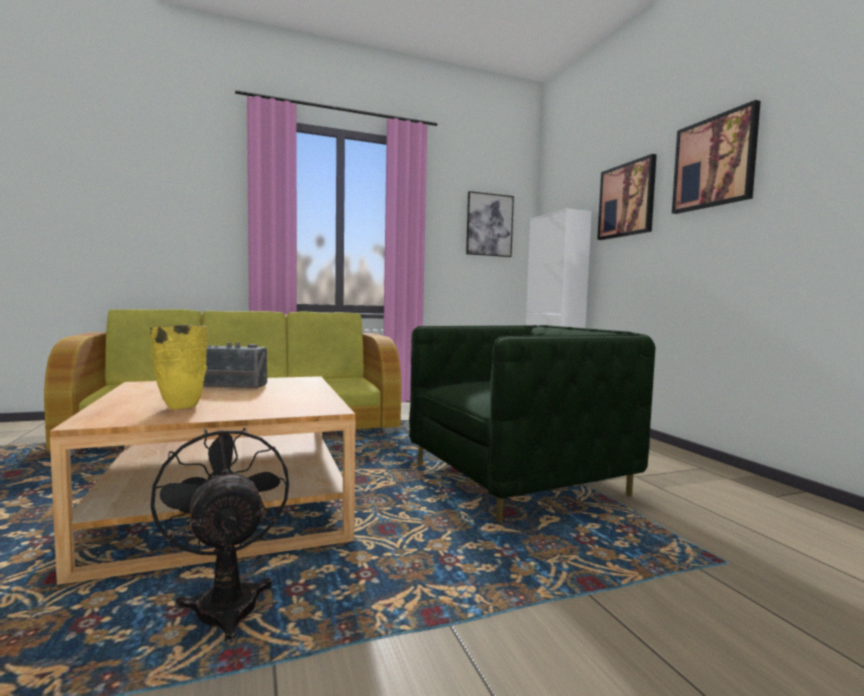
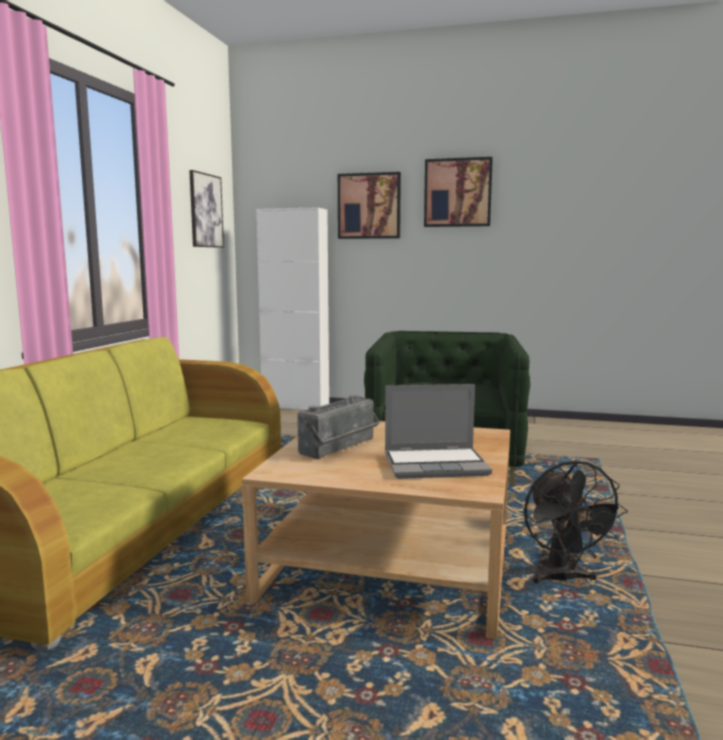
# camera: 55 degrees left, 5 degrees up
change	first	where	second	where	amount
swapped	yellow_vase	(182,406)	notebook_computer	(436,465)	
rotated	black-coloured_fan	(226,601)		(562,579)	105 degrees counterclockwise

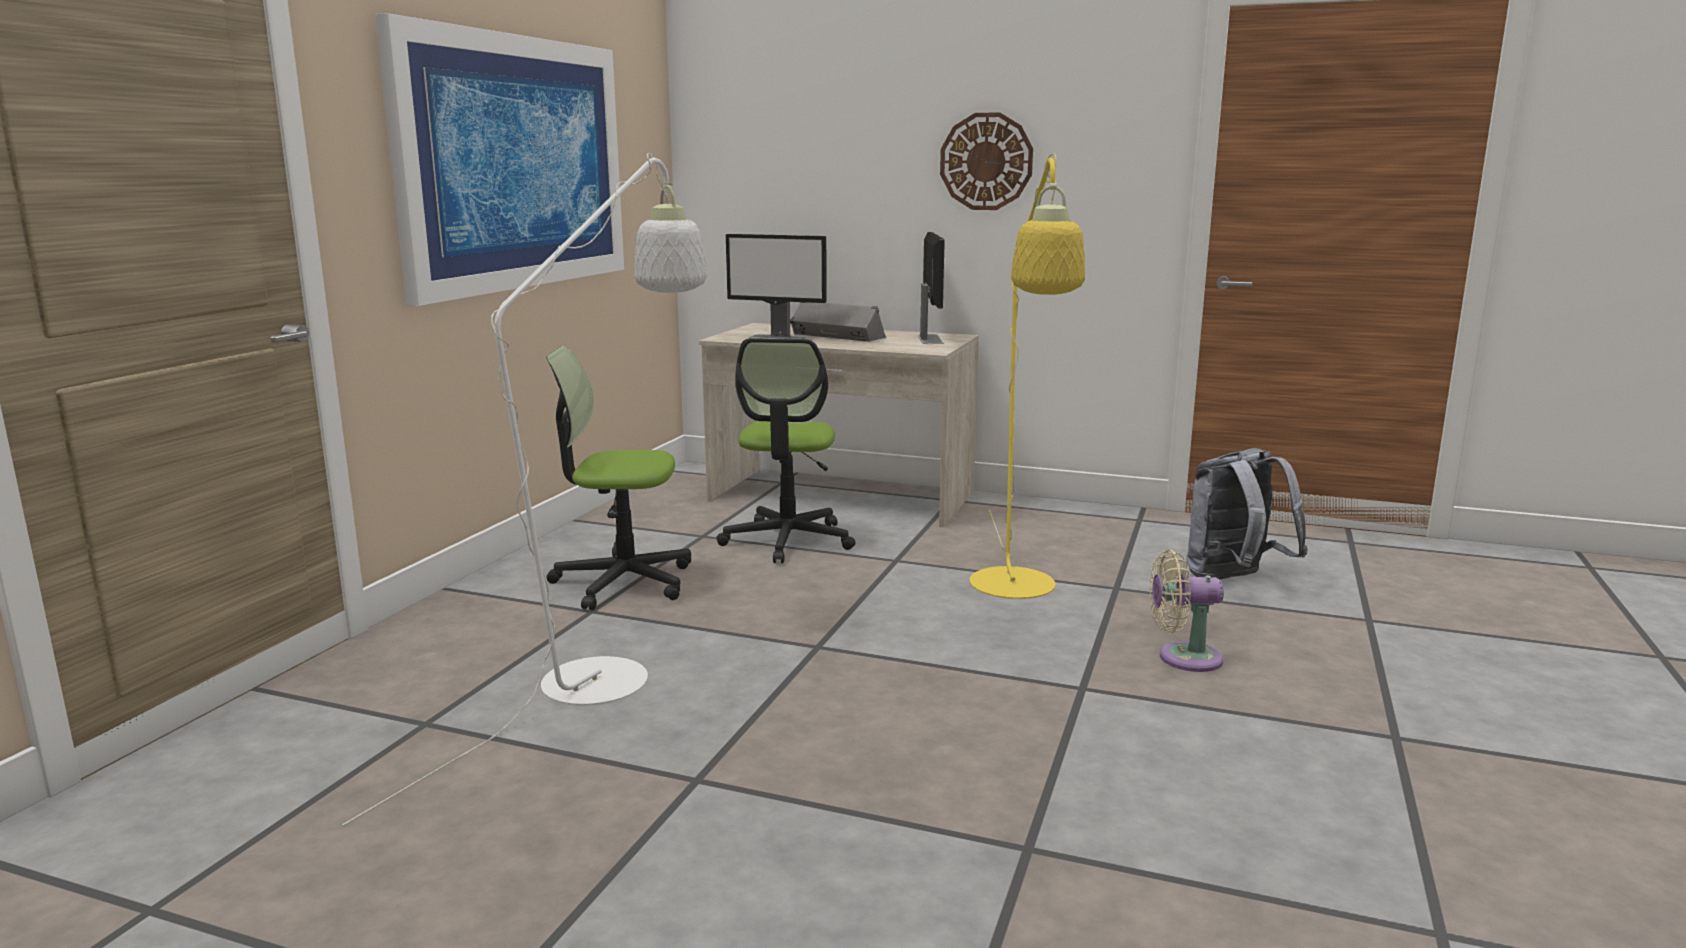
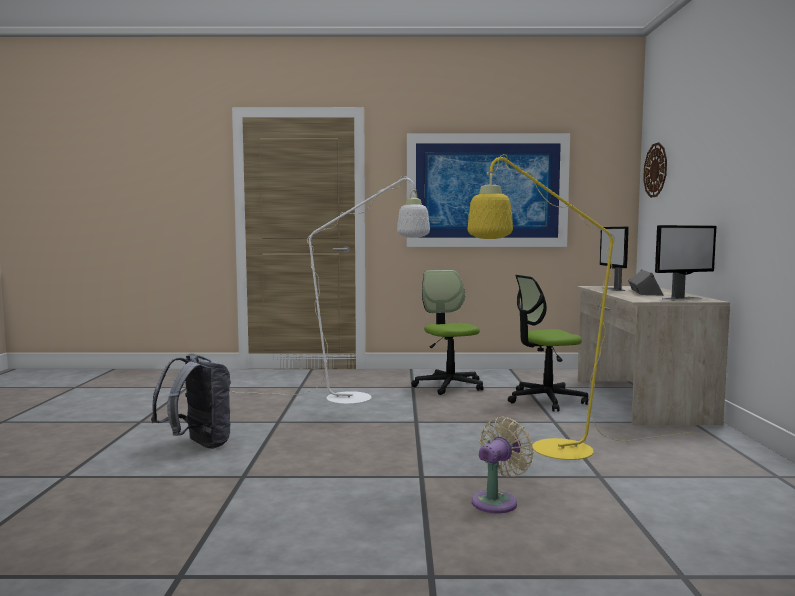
# camera: 70 degrees right, 10 degrees down
change	first	where	second	where	amount
shifted	wall_clock	(986,161)		(656,170)	
rotated	beige_fan	(1183,658)		(497,501)	60 degrees clockwise
shifted	gray_backpack	(1234,580)		(198,445)	

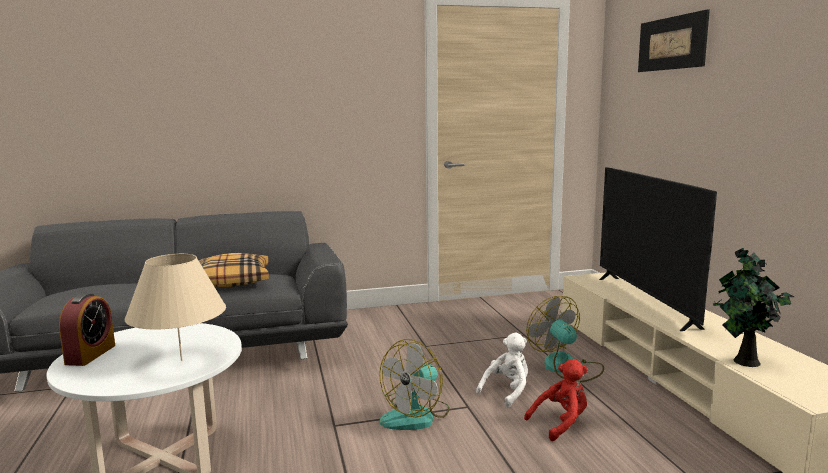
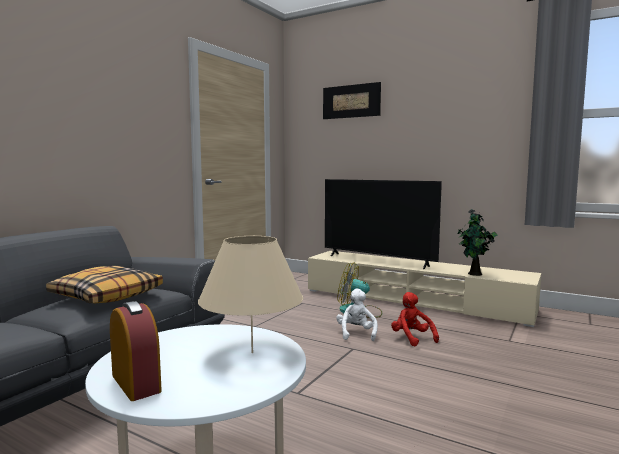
# camera: 45 degrees left, 5 degrees down
change	first	where	second	where	amount
gone	fan	(416,416)			
rotated	red-coloured_soft_toy	(561,423)		(412,338)	45 degrees counterclockwise

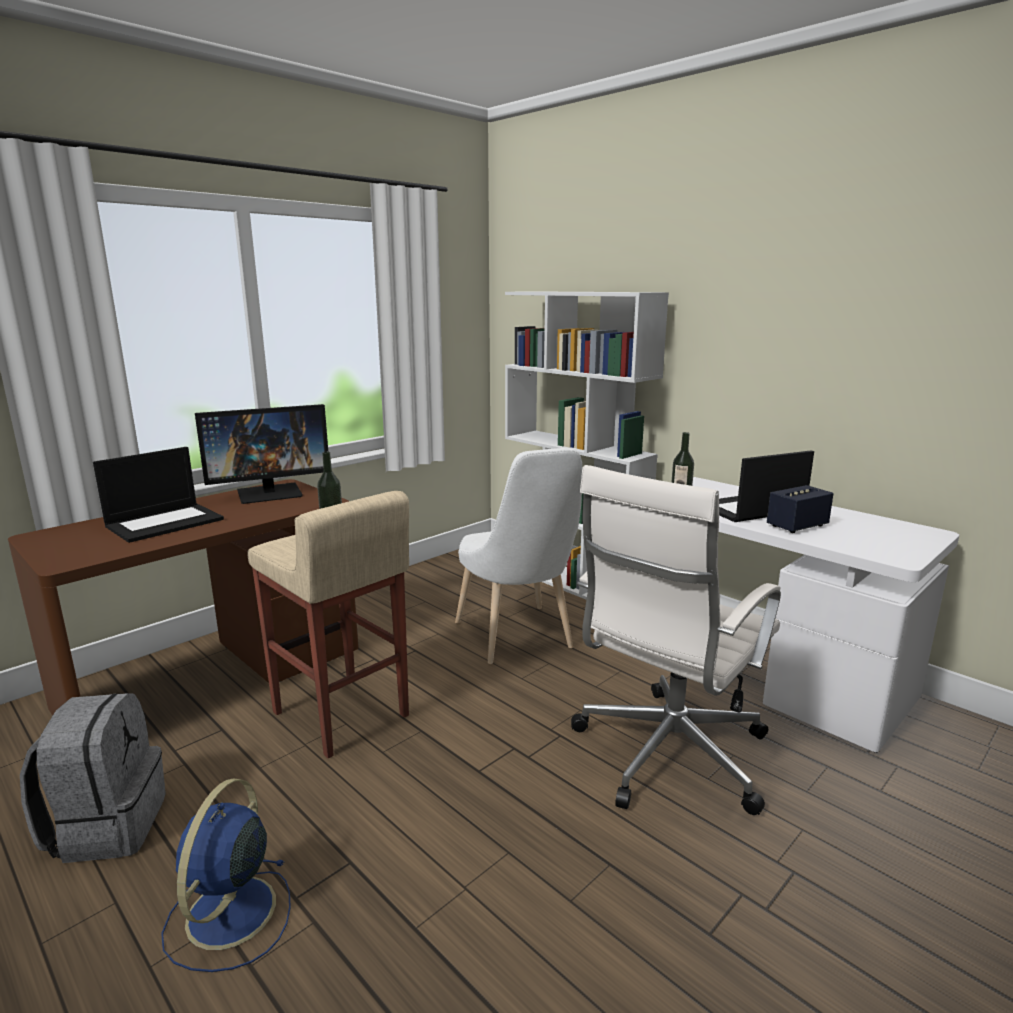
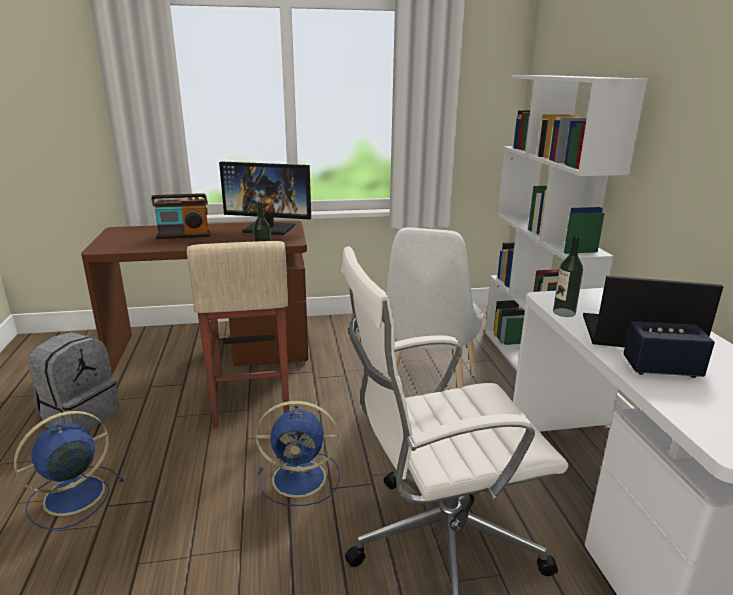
# camera: 35 degrees right, 5 degrees up
change	first	where	second	where	amount
swapped	notebook_computer	(165,522)	radio_set	(184,235)	
new			blue-coloured_fan	(301,478)	

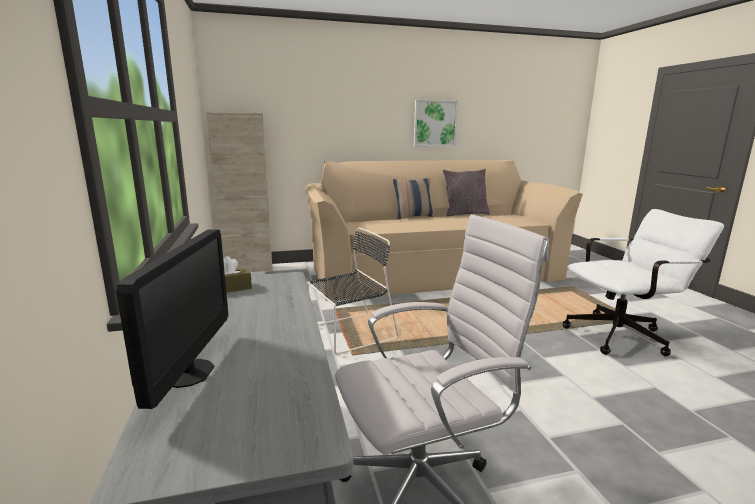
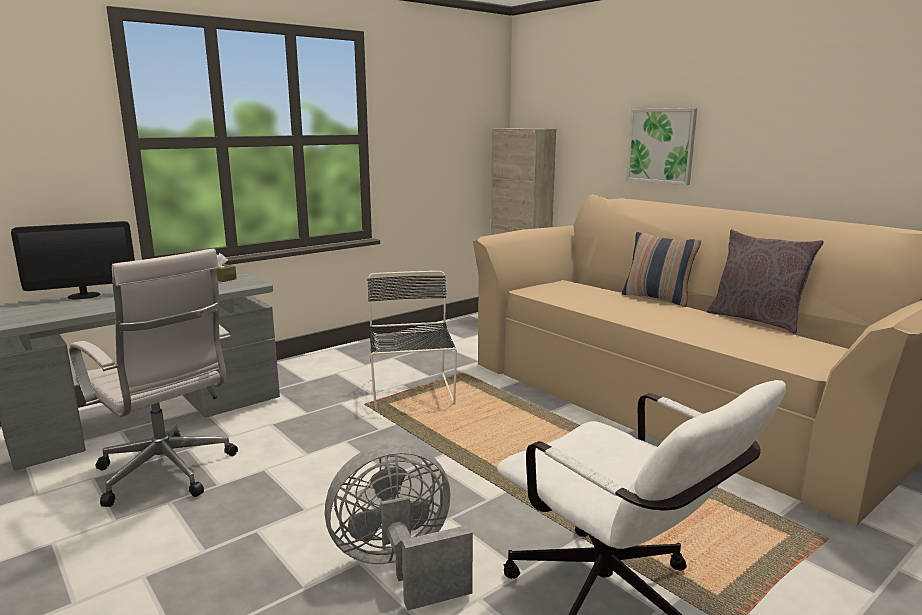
# camera: 65 degrees right, 0 degrees up
change	first	where	second	where	amount
rotated	black-coloured_chair	(349,333)		(411,393)	135 degrees counterclockwise
shifted	wall_art	(435,123)		(661,146)	
new			gray_fan	(399,567)	

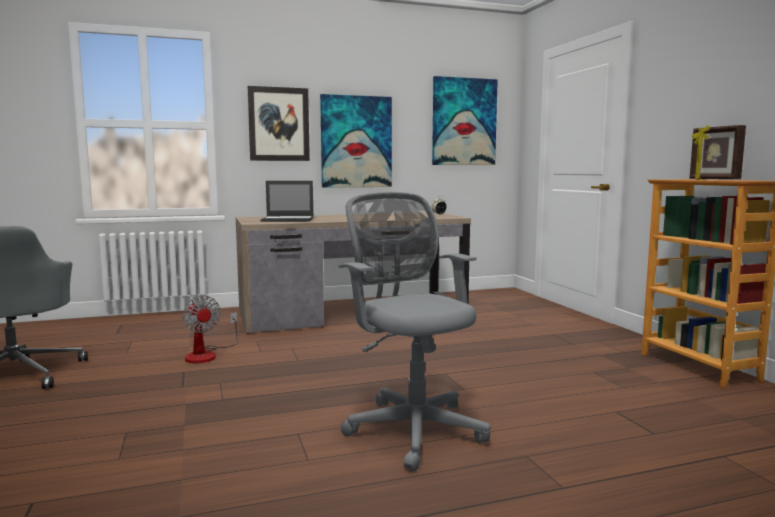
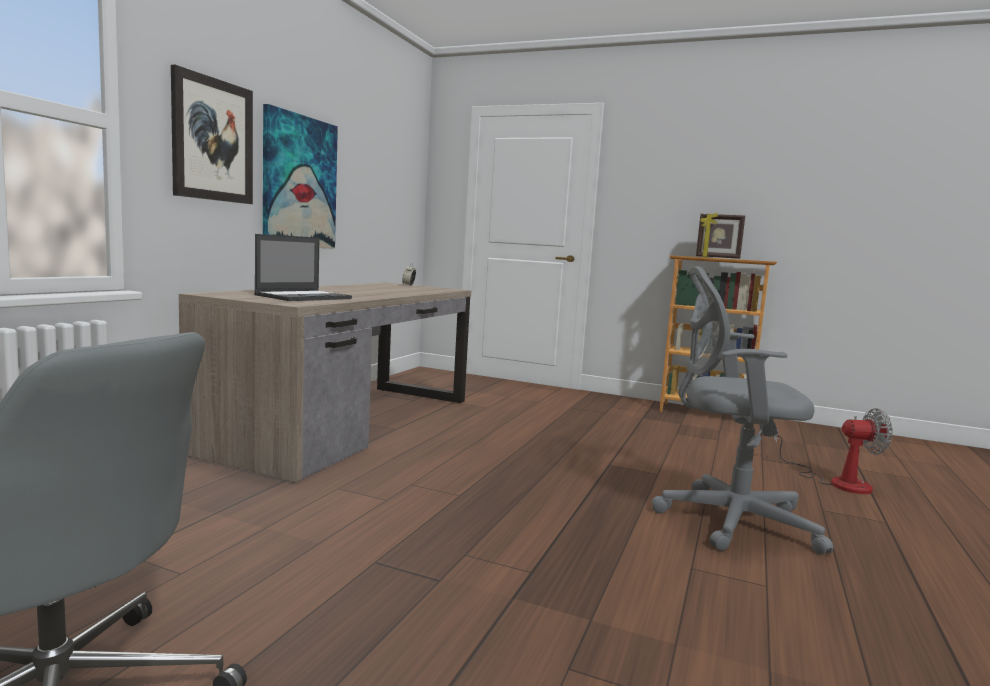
# camera: 50 degrees left, 0 degrees up
change	first	where	second	where	amount
shifted	fan	(207,354)		(837,482)	
gone	wall_art	(464,122)			

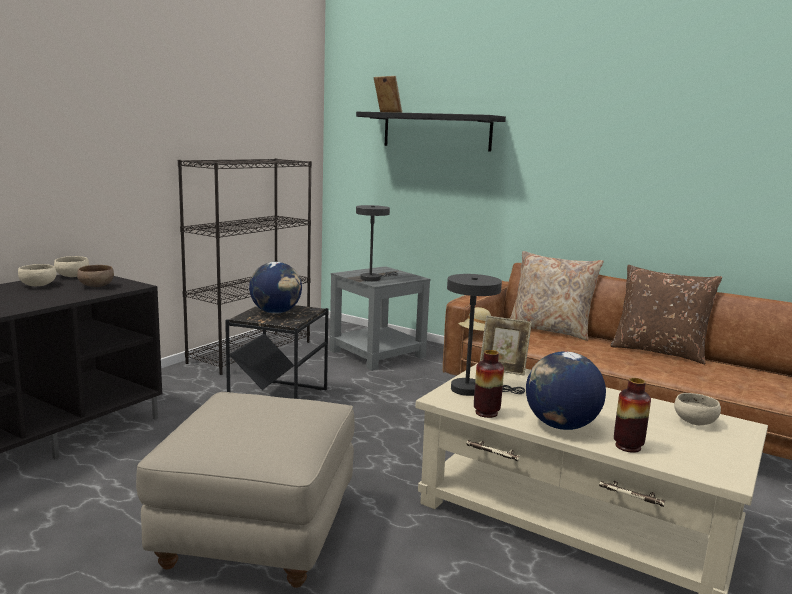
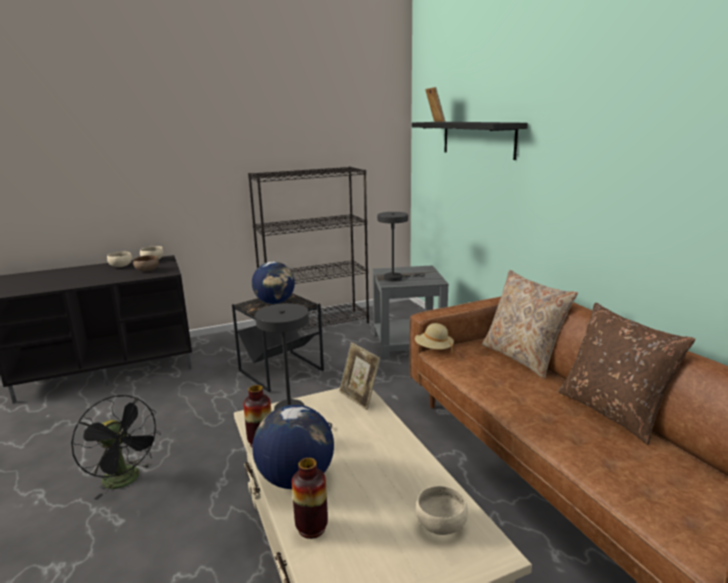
# camera: 35 degrees right, 5 degrees up
change	first	where	second	where	amount
swapped	beige_ottoman	(257,532)	black-coloured_fan	(126,481)	

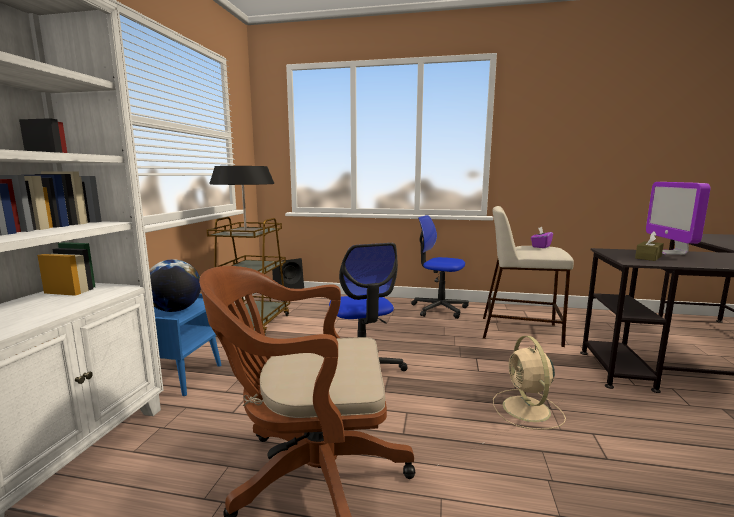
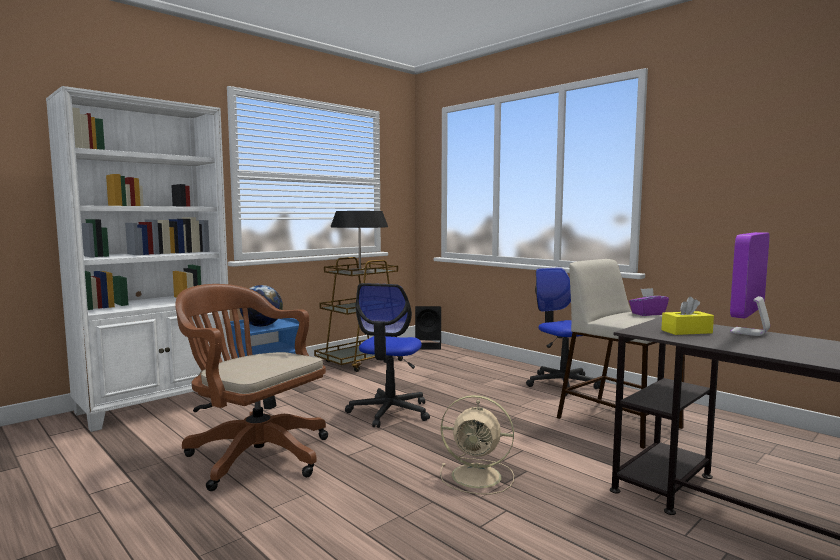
# camera: 35 degrees right, 5 degrees down
change	first	where	second	where	amount
rotated	beige_fan	(527,410)		(478,476)	105 degrees counterclockwise
repainted	brown_box_of_tissues	(648,257)	yellow_box_of_tissues	(686,331)	

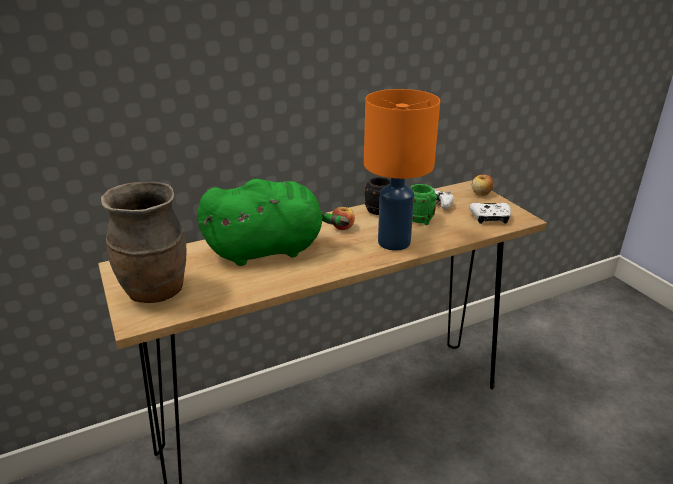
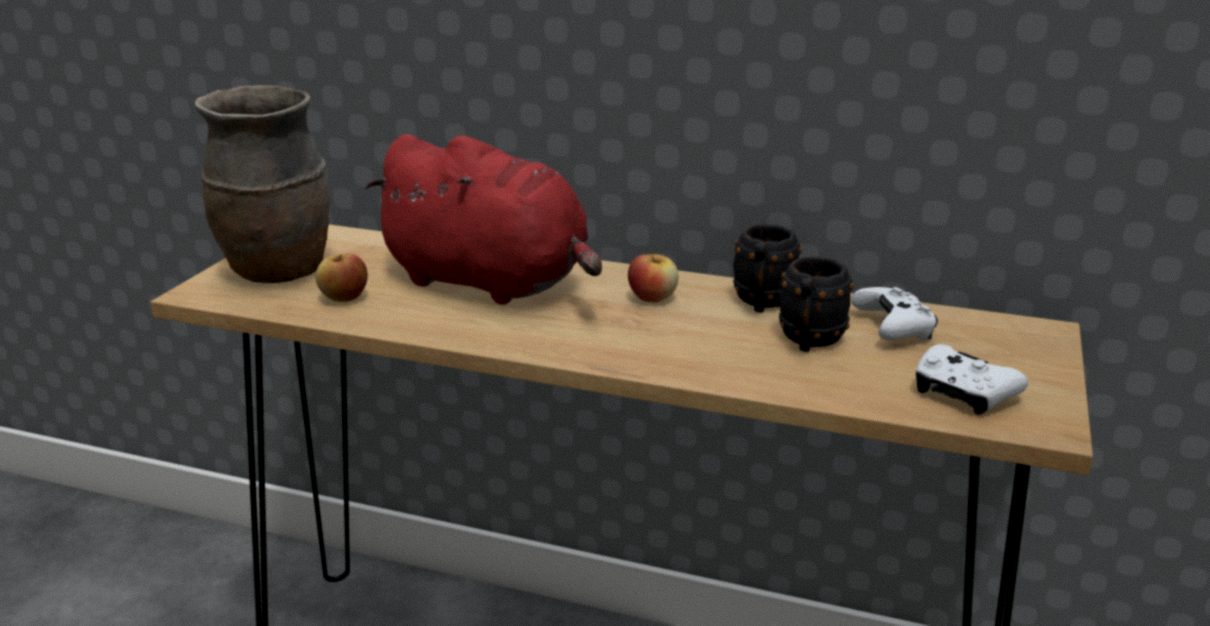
# camera: 45 degrees right, 5 degrees down
change	first	where	second	where	amount
repainted	green_soft_toy	(270,249)	red-coloured_soft_toy	(492,283)	
gone	orange_table_lamp	(395,242)			
repainted	green_mug	(421,221)	black-coloured_mug	(809,342)	
shifted	apple	(481,194)		(344,298)	

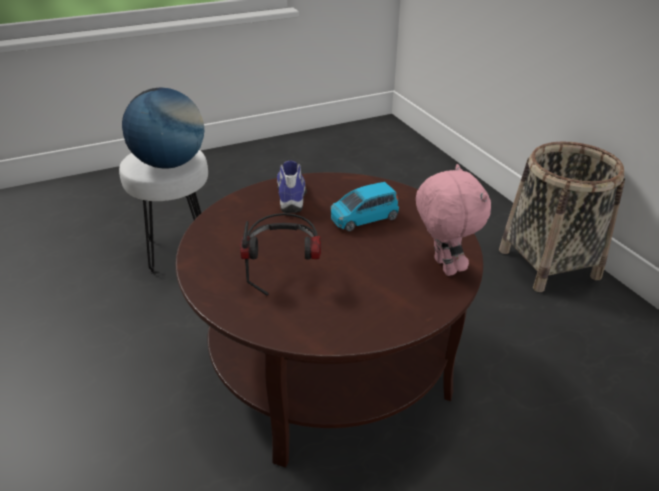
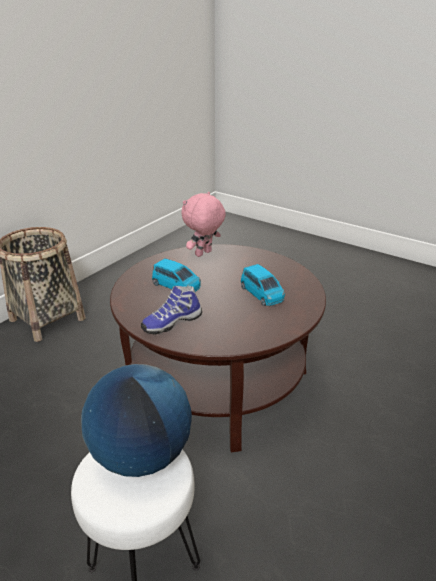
# camera: 120 degrees left, 5 degrees down
change	first	where	second	where	amount
swapped	headphones	(284,273)	blue-coloured_toy_car	(262,294)	

